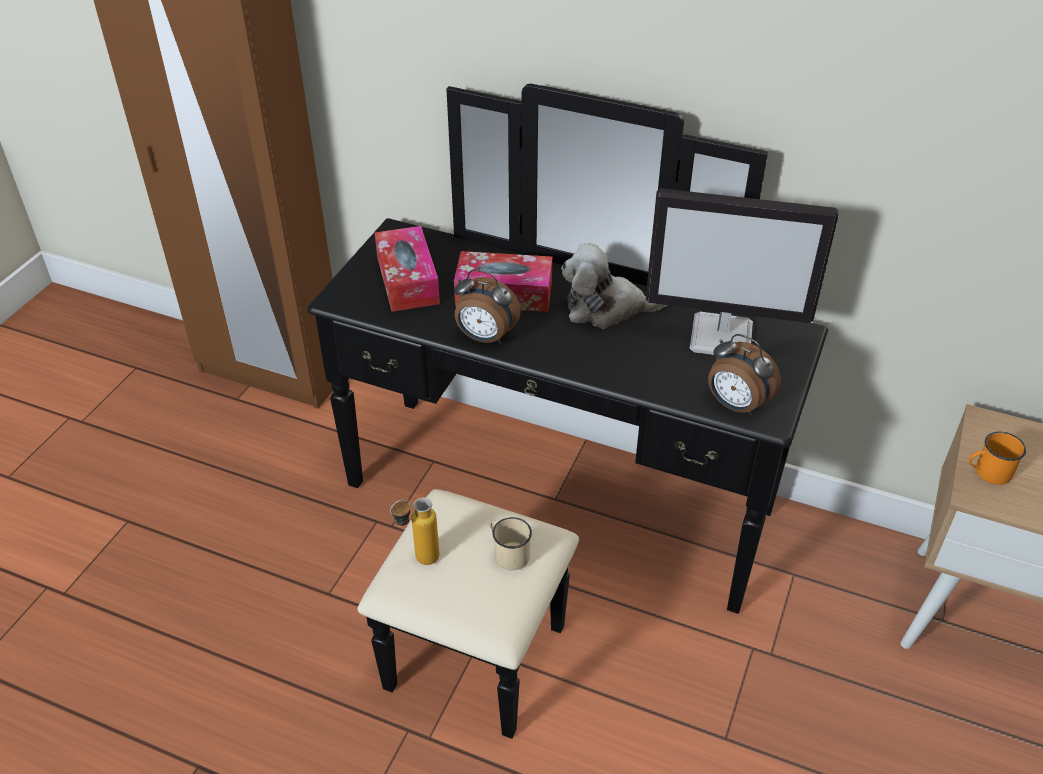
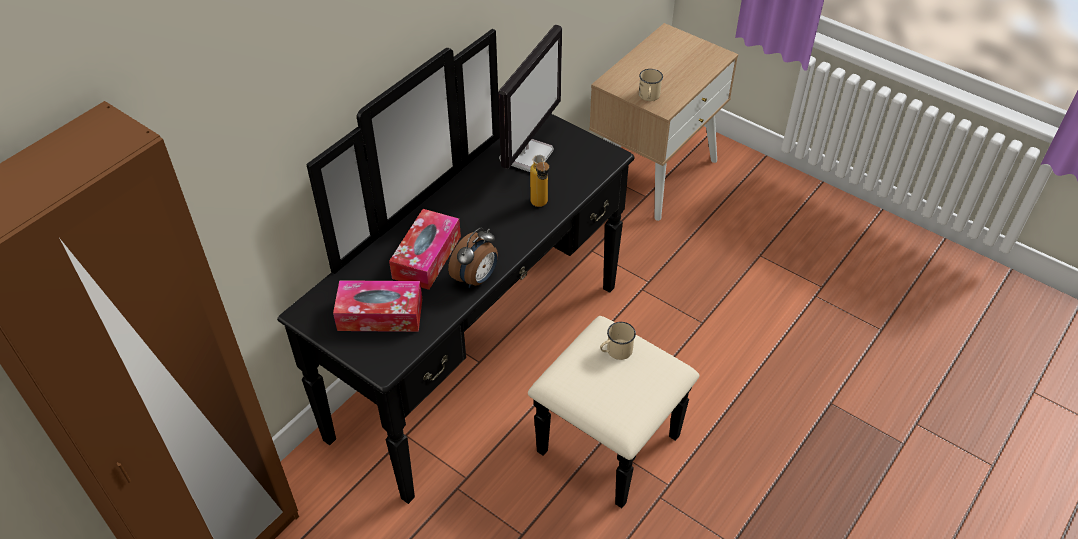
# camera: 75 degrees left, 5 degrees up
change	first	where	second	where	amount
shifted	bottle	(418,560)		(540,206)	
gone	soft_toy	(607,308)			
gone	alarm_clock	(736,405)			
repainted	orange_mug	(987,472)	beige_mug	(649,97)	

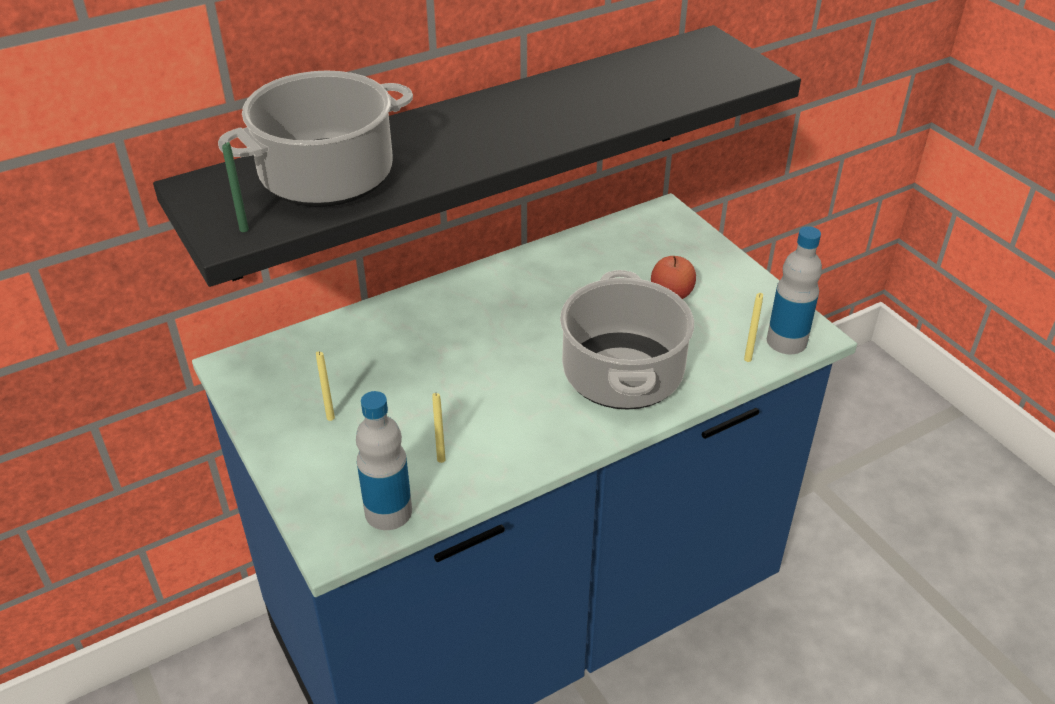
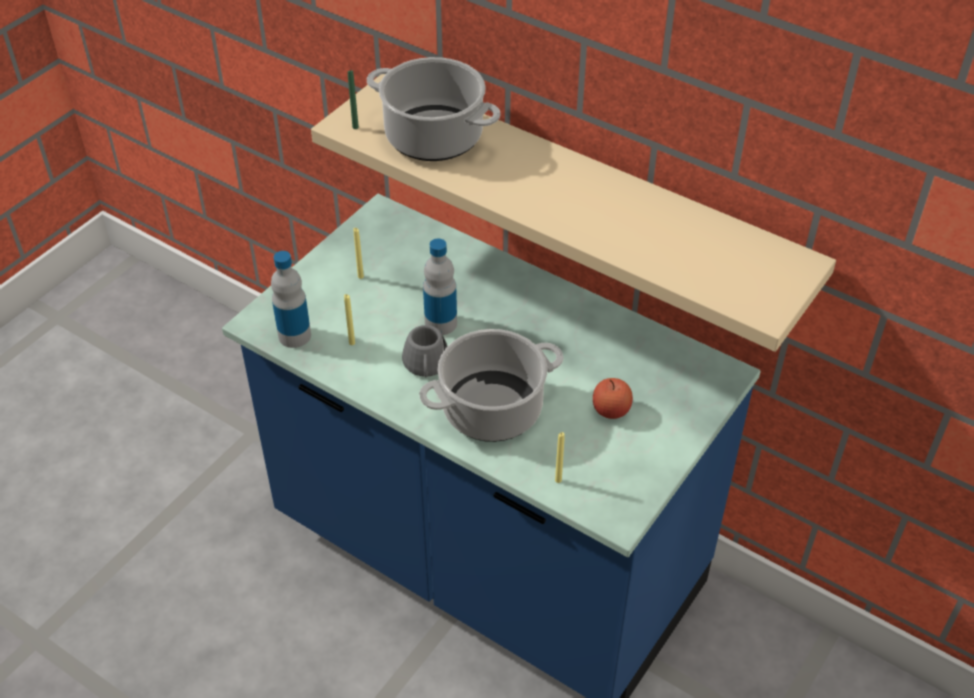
# camera: 65 degrees right, 5 degrees up
change	first	where	second	where	amount
repainted	black-coloured_shelf	(466,150)	beige_shelf	(588,199)	
shifted	bottle	(786,341)		(441,323)	
new			gray_mug	(426,366)	

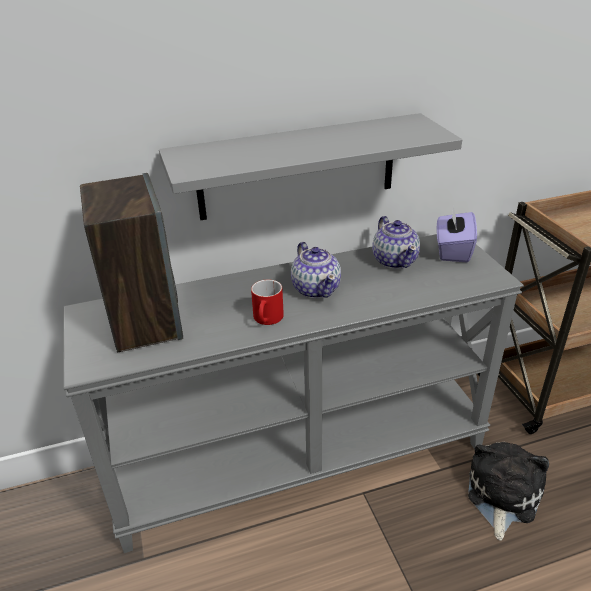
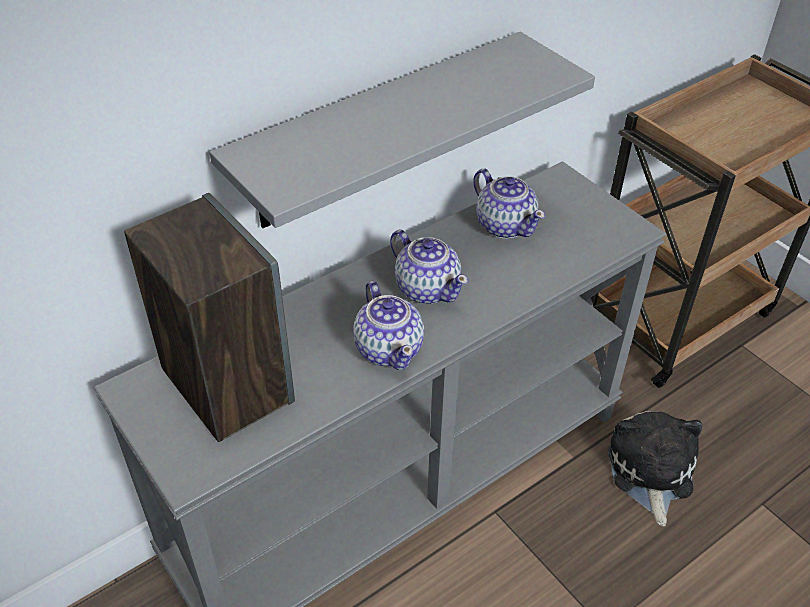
# camera: 20 degrees left, 10 degrees up
change	first	where	second	where	amount
swapped	red-coloured_mug	(268,320)	pot_for_tea	(389,348)	
gone	purplish_box_of_tissues	(452,250)			

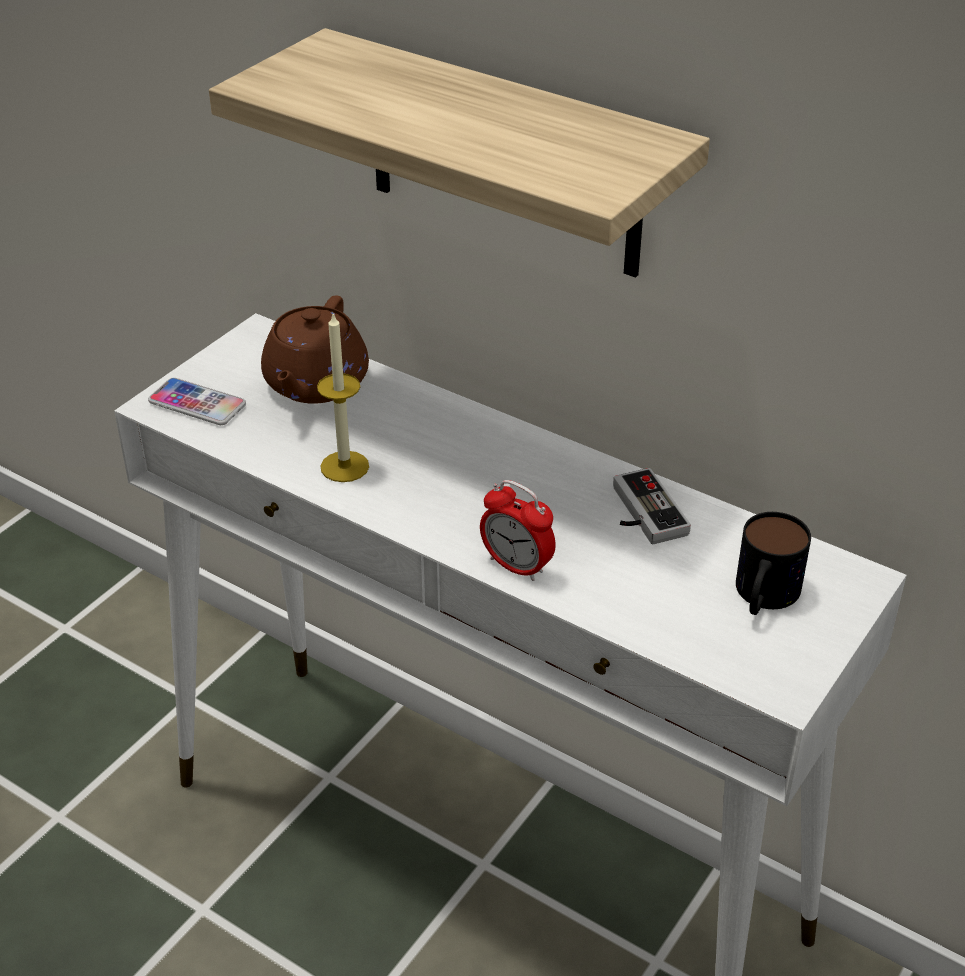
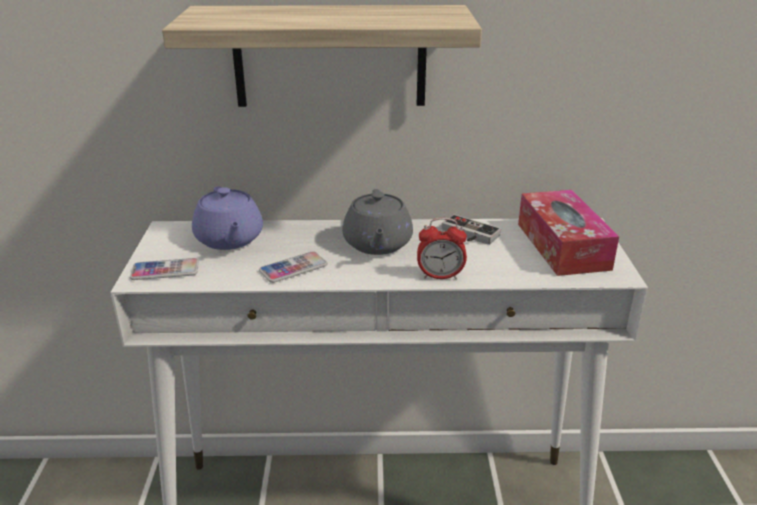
# camera: 35 degrees left, 10 degrees down
change	first	where	second	where	amount
repainted	brown_pot_for_tea	(315,384)	purplish_pot_for_tea	(229,240)	
swapped	candle	(344,466)	handset	(293,268)	
swapped	mug	(763,597)	box_of_tissues	(562,246)	
new			gray_pot_for_tea	(377,244)	

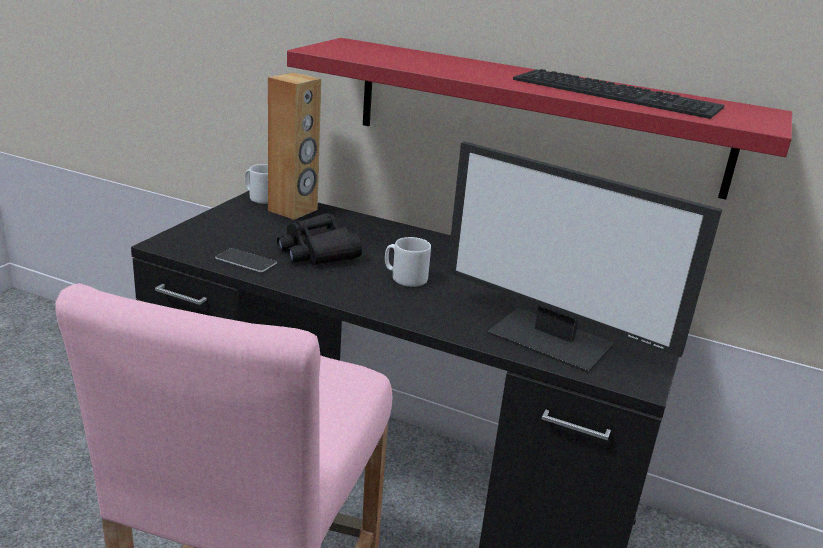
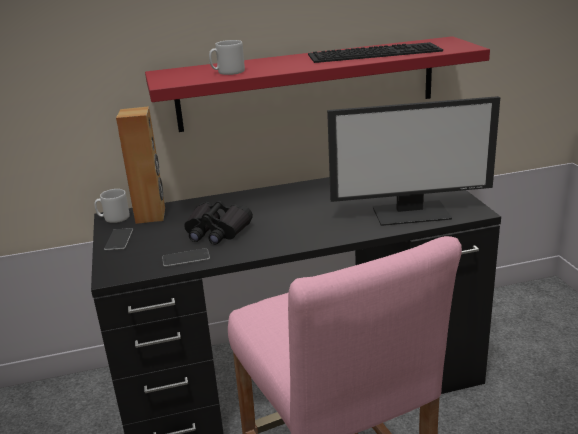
# camera: 35 degrees left, 0 degrees up
change	first	where	second	where	amount
shifted	gray_mug	(405,278)		(228,72)	
new			handset	(119,239)	

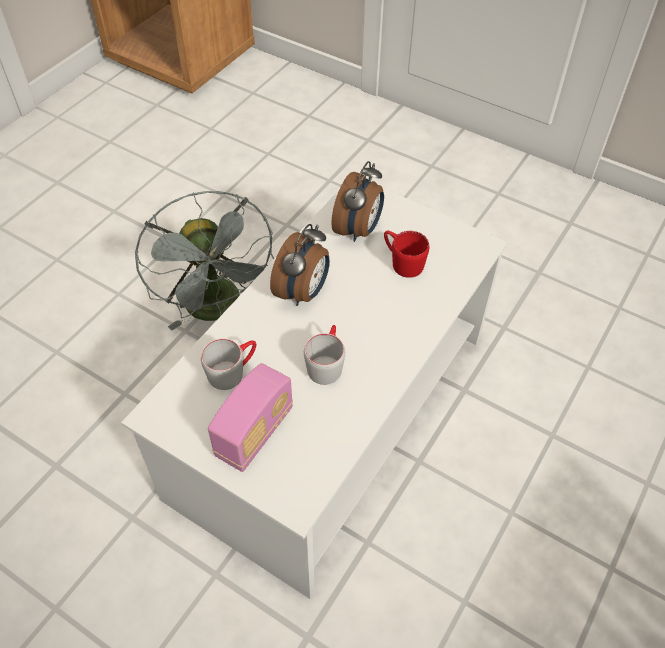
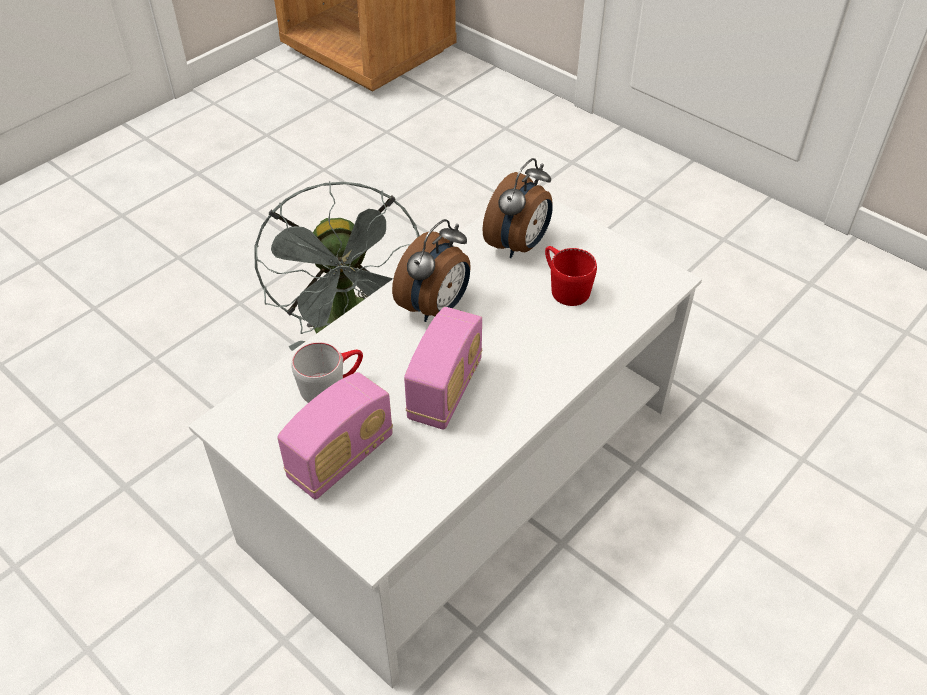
# camera: 10 degrees right, 5 degrees down
change	first	where	second	where	amount
swapped	gray_mug	(326,363)	radio_set	(445,390)	

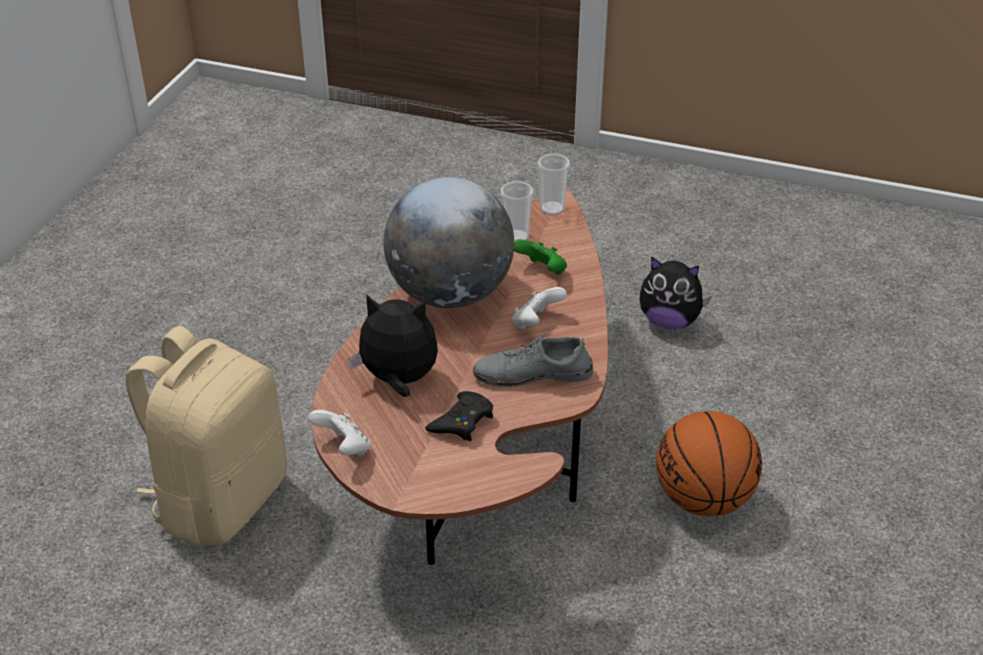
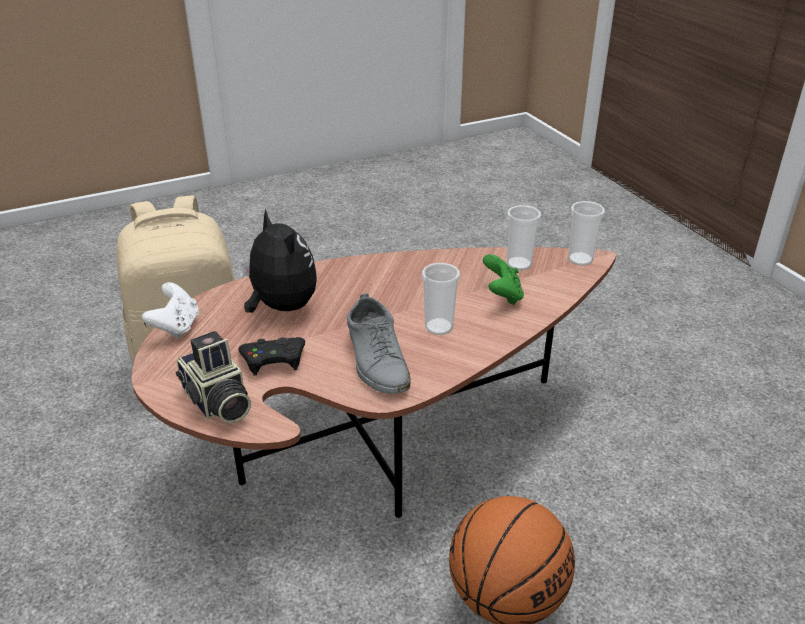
# camera: 45 degrees right, 5 degrees down
change	first	where	second	where	amount
gone	globe	(450,294)			
rotated	gray_shoe	(533,374)		(377,360)	150 degrees counterclockwise
swapped	whitish_game_controller	(536,323)	drinking_cup	(439,327)	
gone	soft_toy	(669,321)			
new			still_camera	(217,403)	

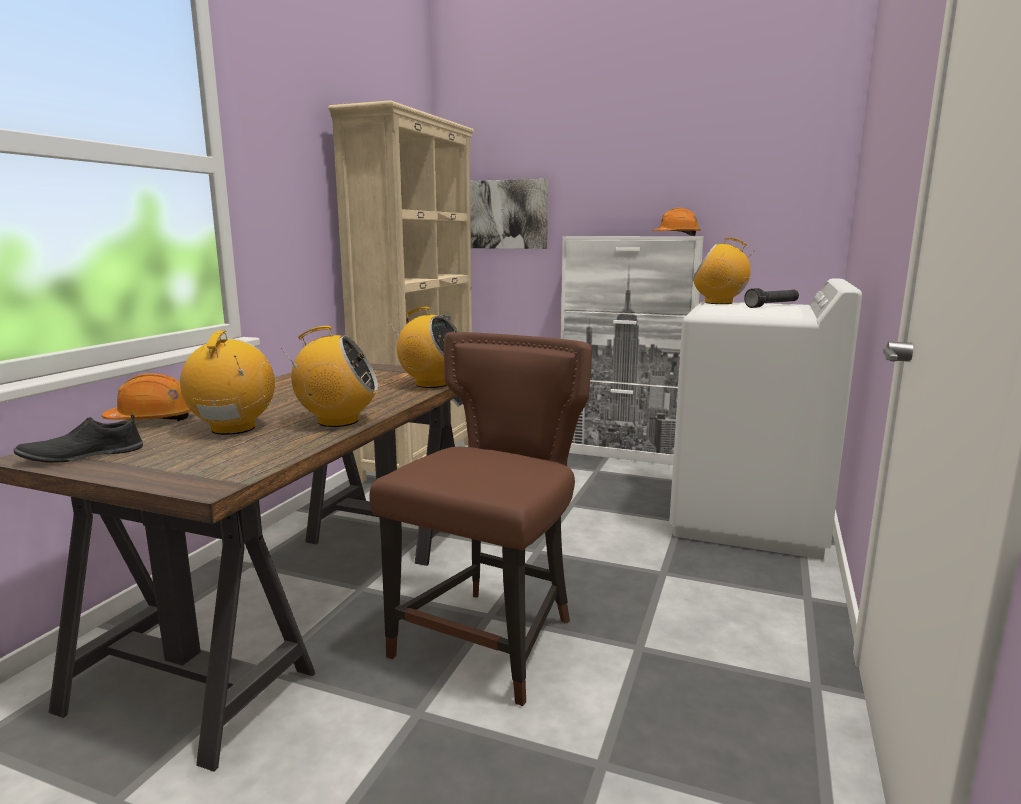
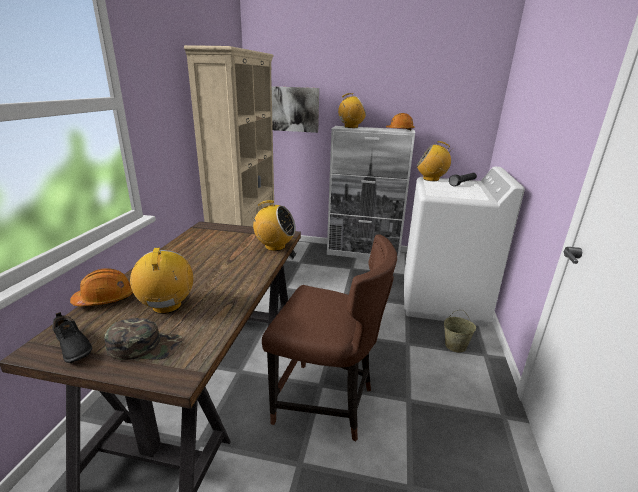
# camera: 10 degrees left, 10 degrees up
change	first	where	second	where	amount
rotated	black-coloured_shoe	(82,455)		(72,347)	90 degrees counterclockwise
shifted	radio_set	(337,421)		(351,127)	
rotated	brown_chair	(491,639)		(326,403)	90 degrees clockwise
new			green_cap	(145,346)	
new			beige_water_bucket	(456,345)	

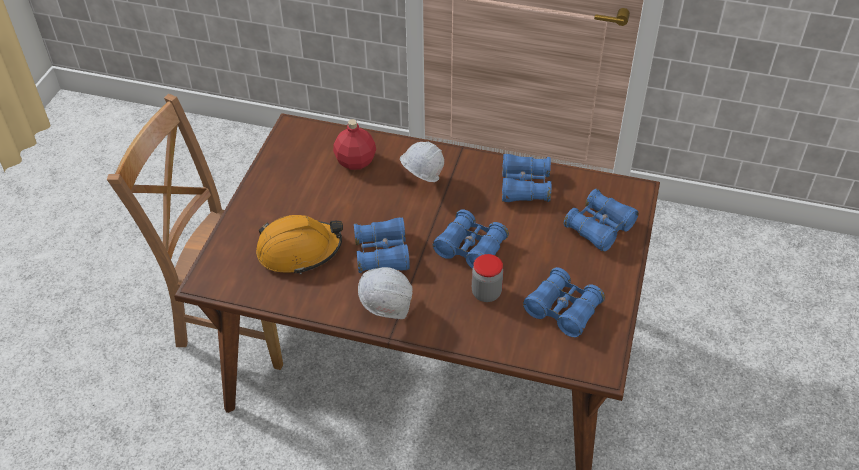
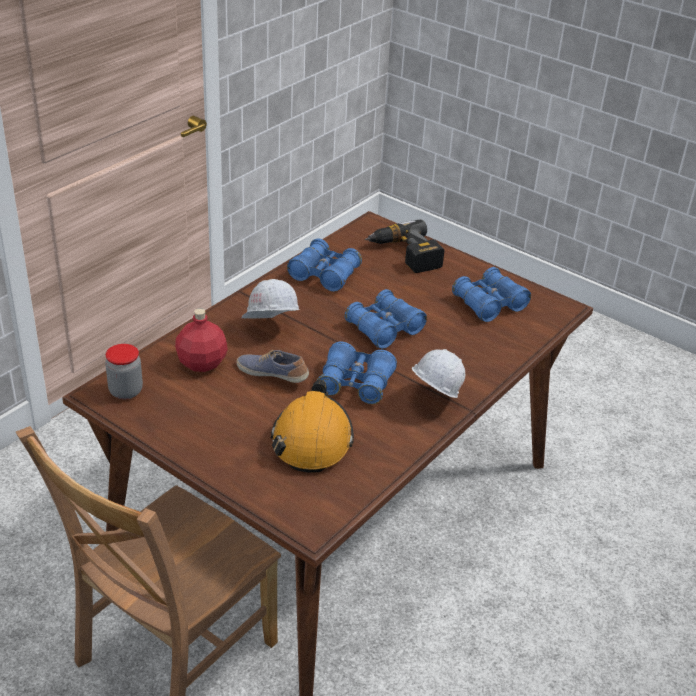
# camera: 70 degrees left, 10 degrees down
change	first	where	second	where	amount
shifted	preserve_jar	(486,293)		(126,391)	
swapped	blue-coloured_binoculars	(599,228)	drill	(404,255)	
new			shoe	(273,374)	

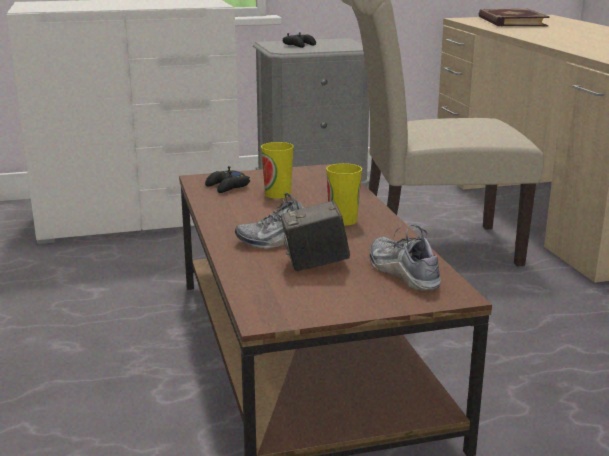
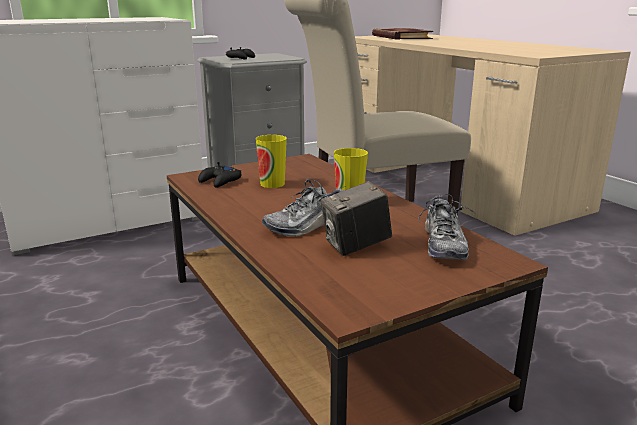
# camera: 15 degrees left, 0 degrees up
change	first	where	second	where	amount
rotated	shoe	(403,272)		(443,245)	135 degrees counterclockwise

